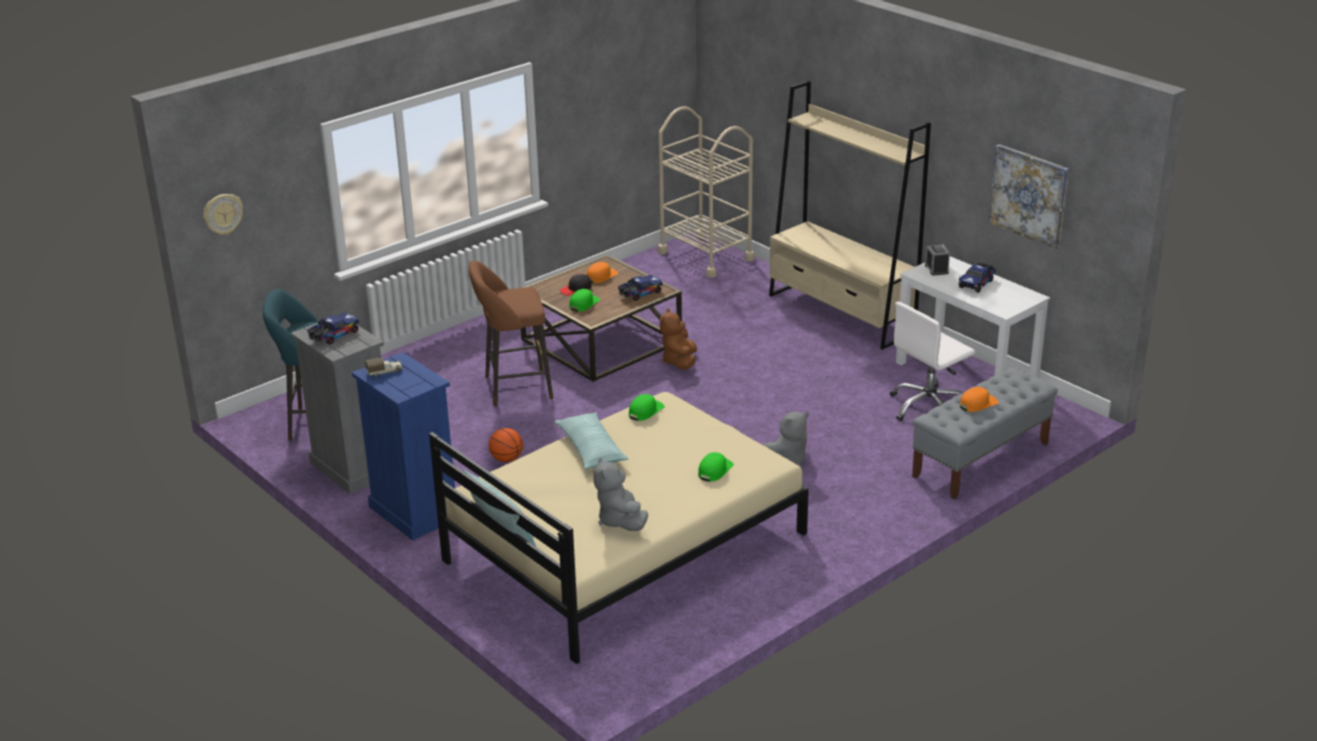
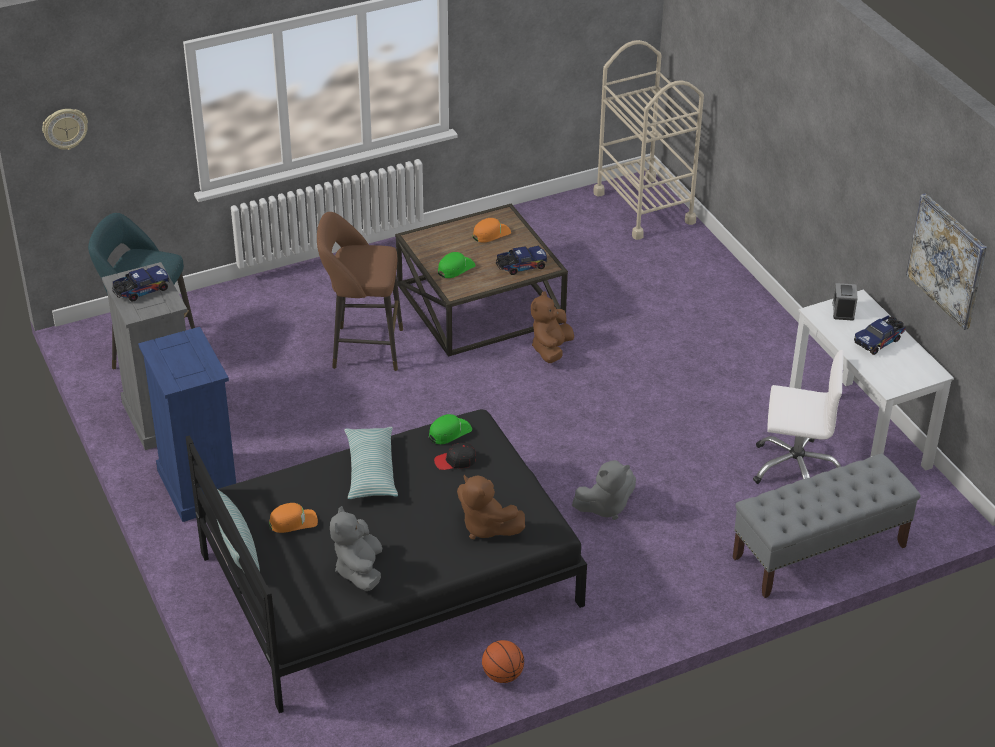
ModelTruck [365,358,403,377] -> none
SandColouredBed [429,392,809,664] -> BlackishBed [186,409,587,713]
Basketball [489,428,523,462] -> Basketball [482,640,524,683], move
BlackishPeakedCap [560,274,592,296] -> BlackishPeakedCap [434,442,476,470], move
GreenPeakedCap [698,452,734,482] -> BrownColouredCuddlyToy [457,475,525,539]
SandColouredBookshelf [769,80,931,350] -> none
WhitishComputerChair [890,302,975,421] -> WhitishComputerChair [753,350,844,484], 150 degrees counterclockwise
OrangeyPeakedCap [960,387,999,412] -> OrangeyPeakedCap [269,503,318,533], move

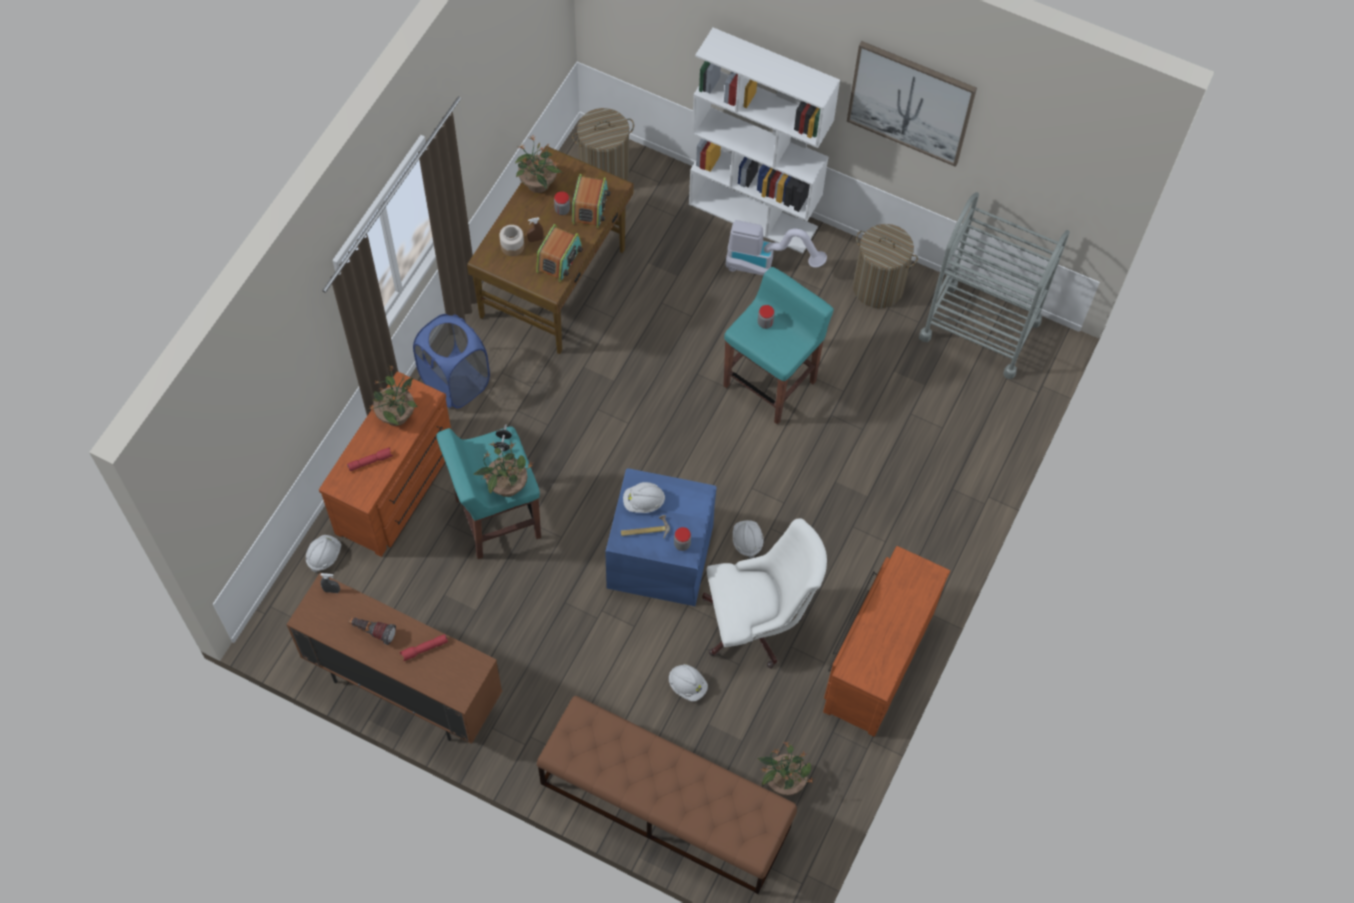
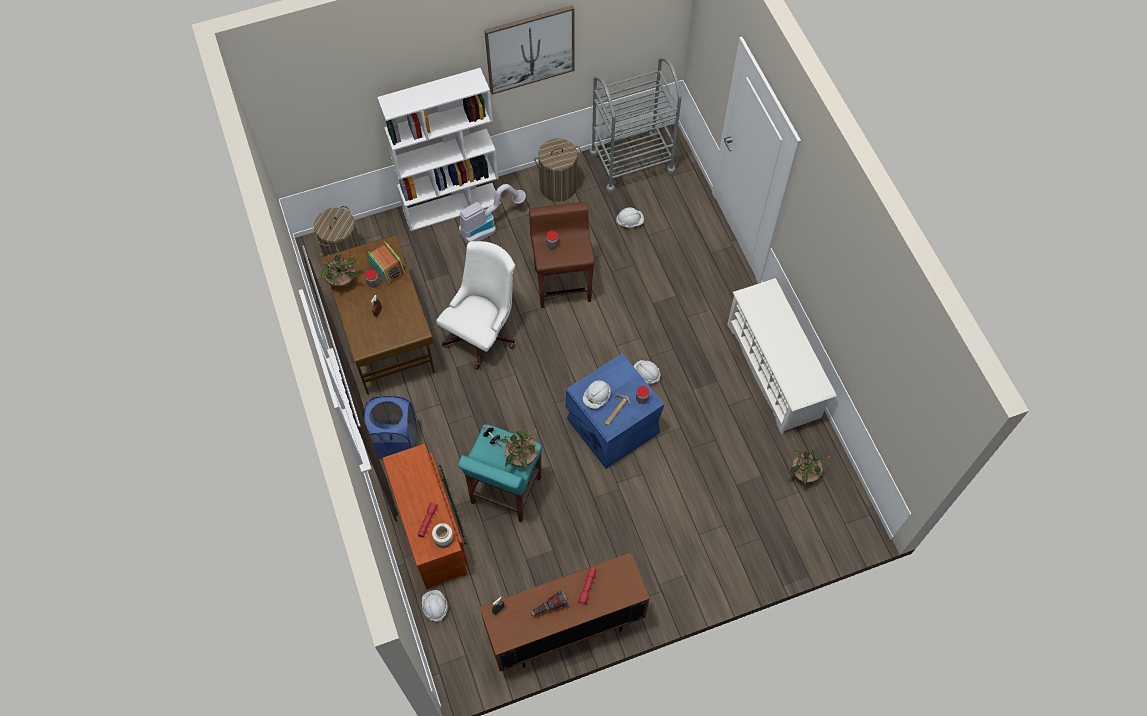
Houseplant [369,365,418,426] -> none
Jar [499,225,524,256] -> Jar [432,523,454,548], move
RadioReceiver [536,224,583,282] -> none
BrownColouredIndoorBench [537,696,797,894] -> none
WhitishSafetyHelmet [669,664,708,701] -> WhitishSafetyHelmet [616,207,644,227], move
WhitishComputerChair [702,518,827,668] -> WhitishComputerChair [436,241,515,370], move
BlueGreenStool [724,267,834,424] -> BrownColouredStool [529,202,594,308]
BrownColouredDresser [823,546,950,737] -> WhitishShoeShelf [727,278,837,434]

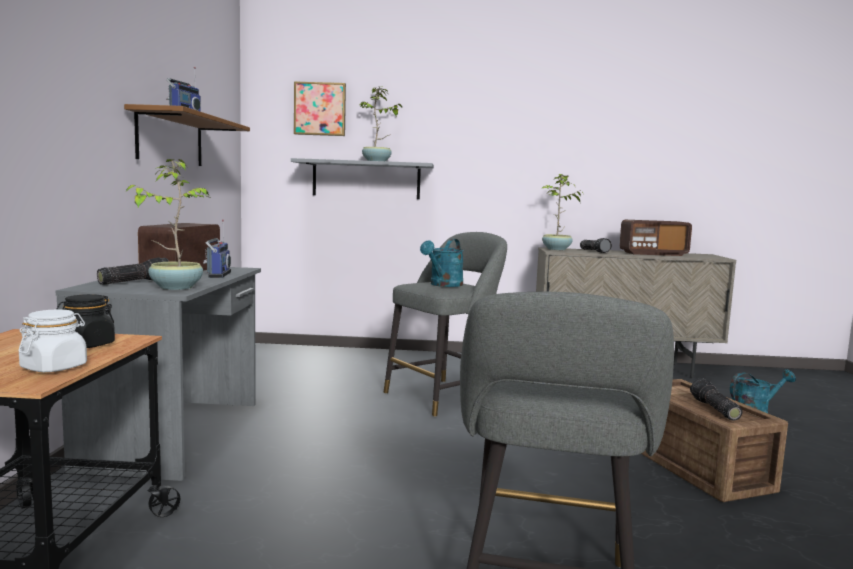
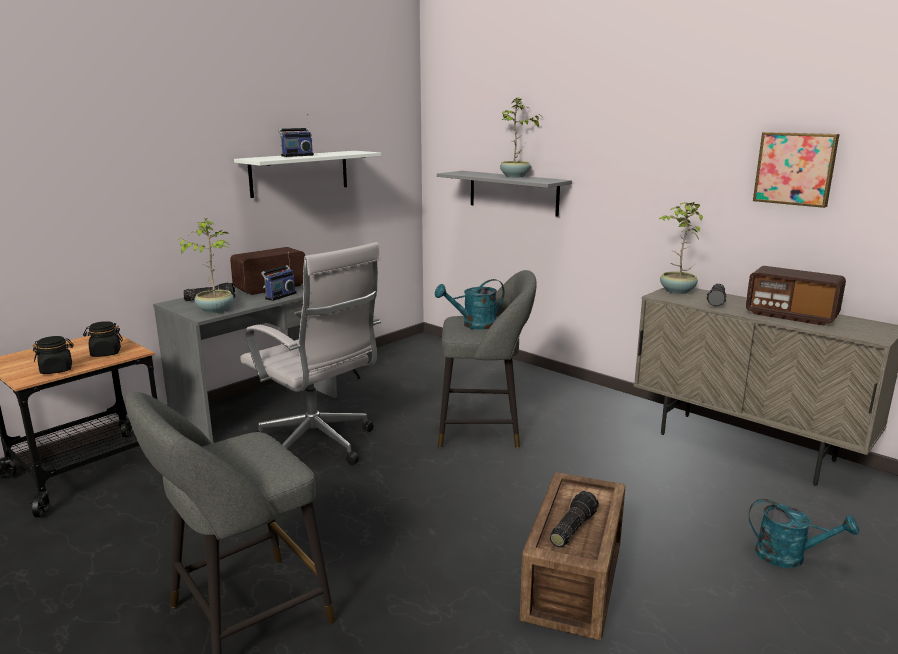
WhitishJar [19,309,87,372] -> BlackishJar [33,336,74,374]
BrownColouredBracketShelf [124,104,250,166] -> WhitishBracketShelf [234,151,381,198]
Picture [294,81,346,136] -> Picture [753,132,840,208], move
none -> WhitishComputerChair [240,242,381,465]

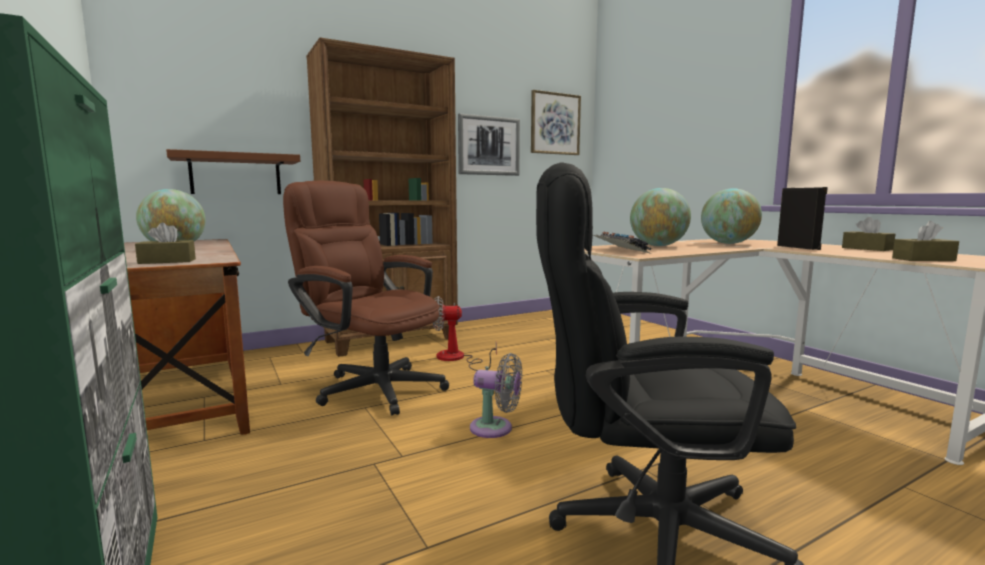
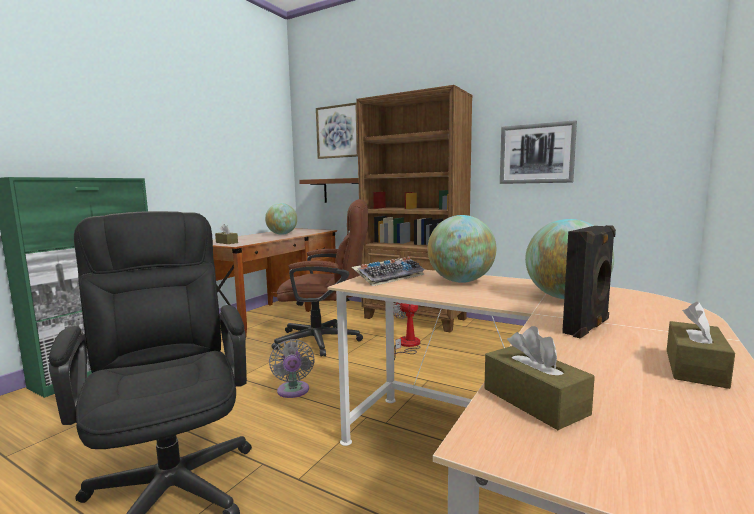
BrownColouredComputerChair [283,181,449,416] -> BrownColouredComputerChair [271,199,368,357], 90 degrees clockwise
Picture [531,90,581,155] -> Picture [316,102,358,159], move

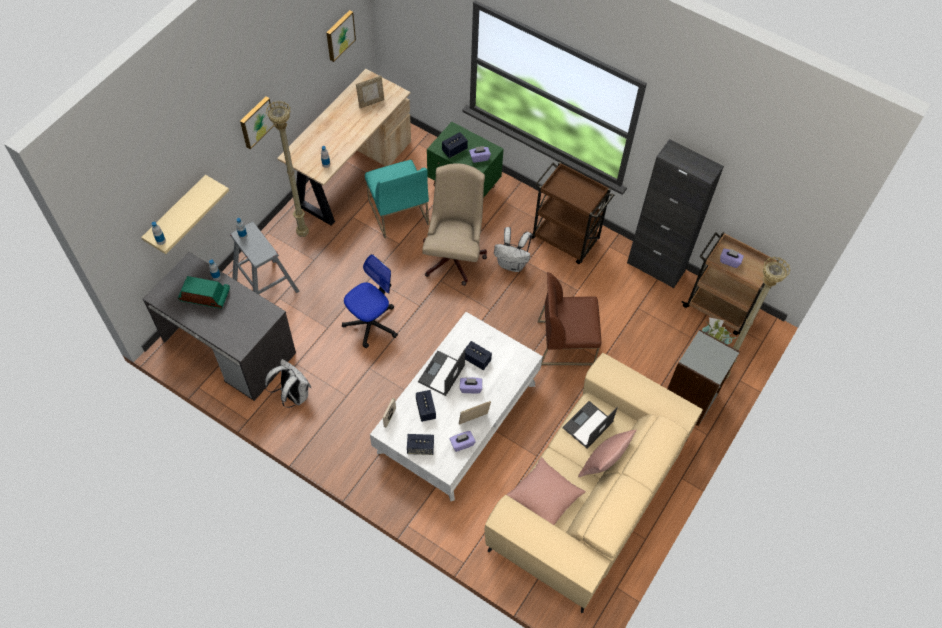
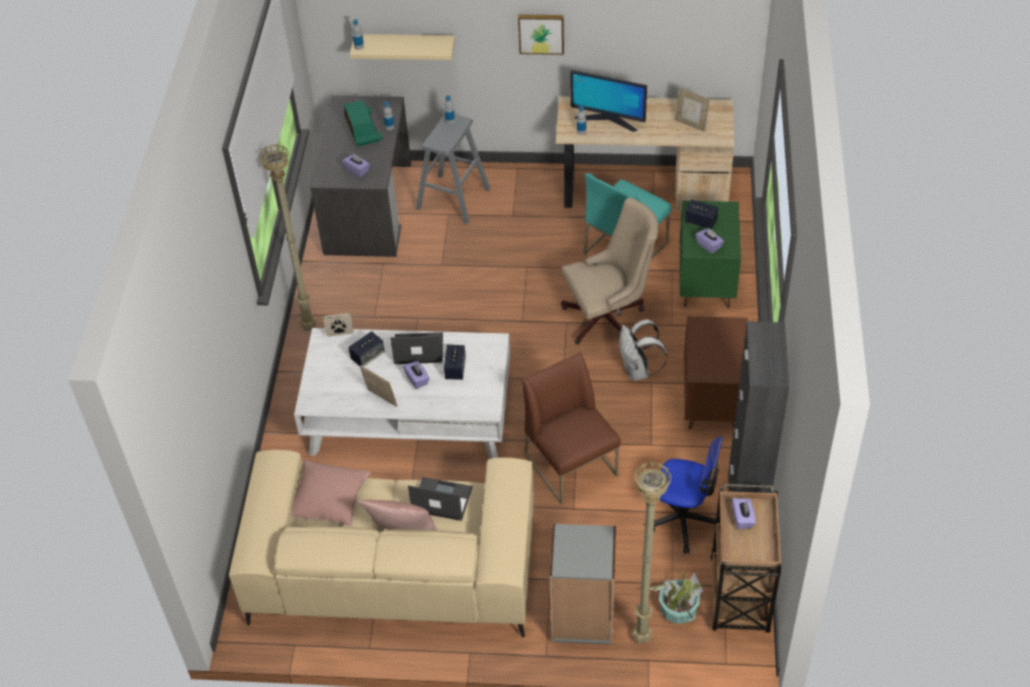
WhitishKnapsack [265,359,311,408] -> none
SandColouredStandingLamp [266,101,309,237] -> SandColouredStandingLamp [258,144,316,331], move
Picture [326,10,356,62] -> none
ComputerChair [342,254,398,348] -> ComputerChair [653,436,723,554], move
Loudspeaker [407,434,434,455] -> none
PurpleColouredBoxOfTissues [450,431,476,452] -> PurpleColouredBoxOfTissues [342,153,370,177], move
BrownColouredTrolley [531,162,614,264] -> BrownColouredNightTable [683,316,748,429]
none -> ComputerDisplay [570,70,647,132]

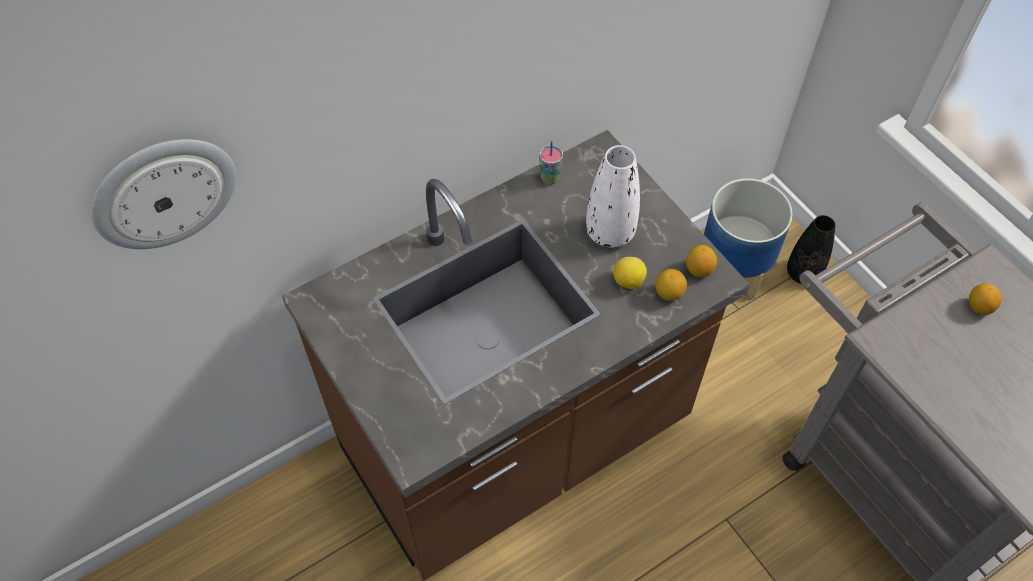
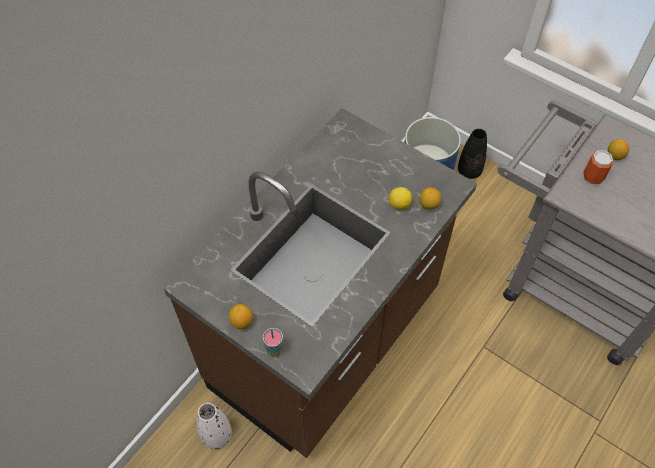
WallClock [91,139,236,249] -> none
SmallCup [539,141,563,185] -> SmallCup [263,328,283,357], move
WhitishDecorativeVase [586,145,640,247] -> WhitishDecorativeVase [197,403,232,449], move
CitrusFruit [686,245,717,277] -> CitrusFruit [229,304,253,329], move
none -> SealedCan [583,150,613,184]

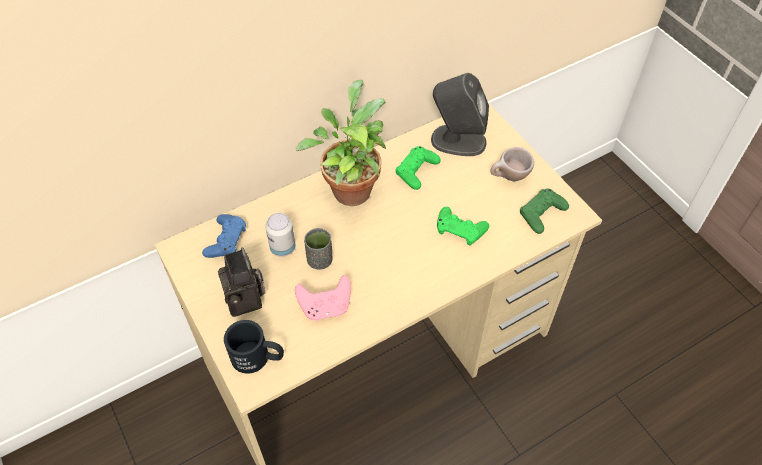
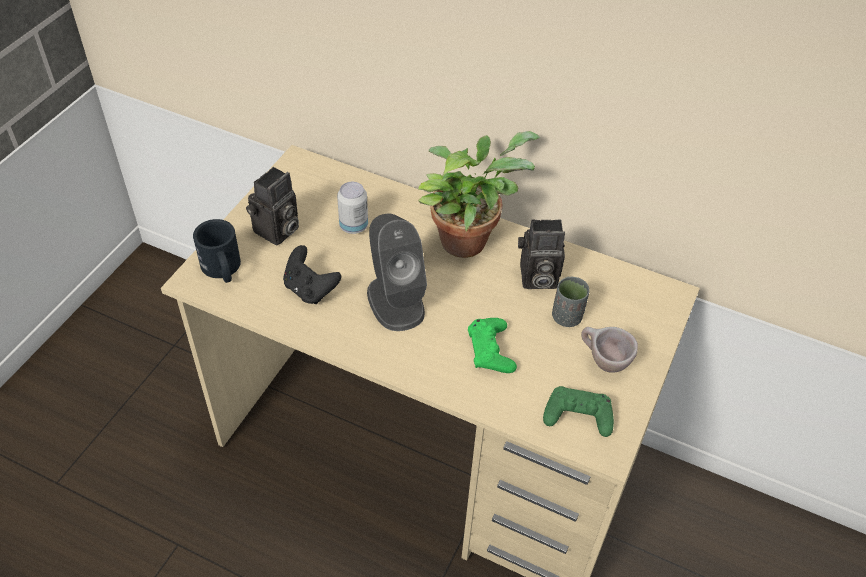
BlueJoypad [202,214,246,258] -> none
PinkJoypad [295,275,351,321] -> BlackishJoypad [283,245,341,304]
GreySmallCup [304,228,332,270] -> GreySmallCup [552,277,590,327], move
GreenJoypad [395,146,441,190] -> PhotoCamera [518,219,565,289]
GreyLoudspeaker [431,73,489,156] -> GreyLoudspeaker [367,214,427,331], move

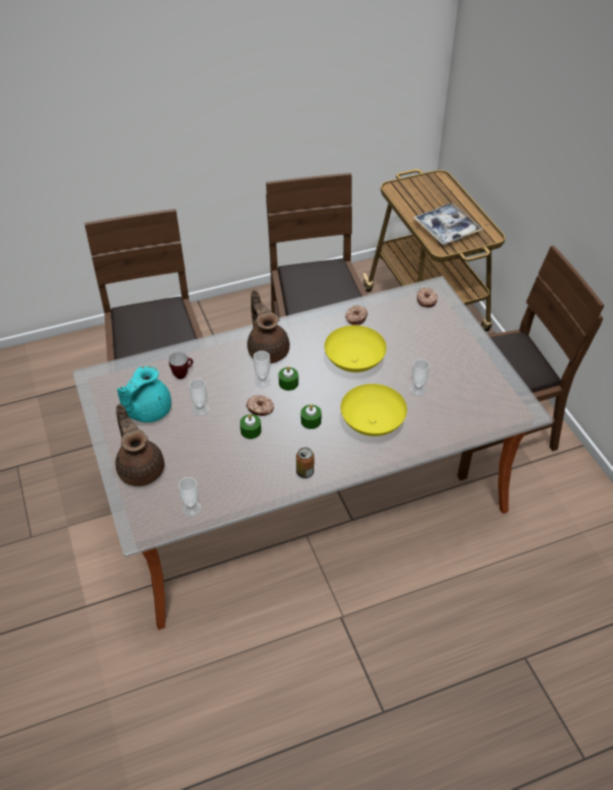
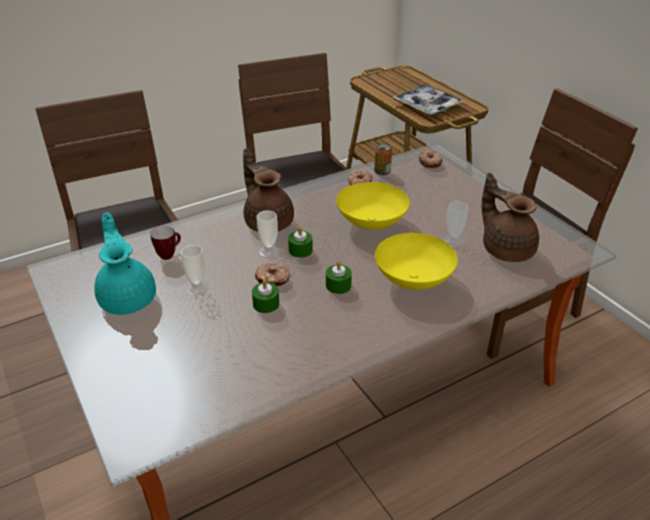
BrownColouredPotForTea [115,404,164,486] -> BrownColouredPotForTea [481,173,539,262], move
BlueGreenPotForTea [117,365,171,423] -> BlueGreenPotForTea [94,213,156,315], 135 degrees clockwise
SmallCup [178,477,201,517] -> none
SealedCan [296,447,314,478] -> SealedCan [374,144,392,176], move

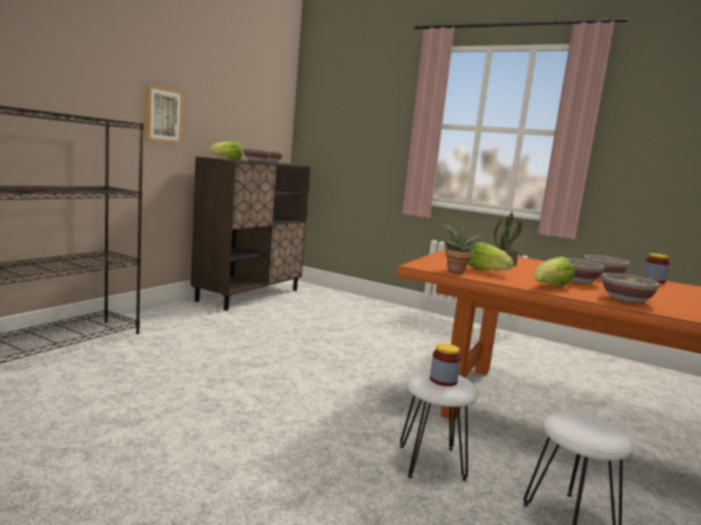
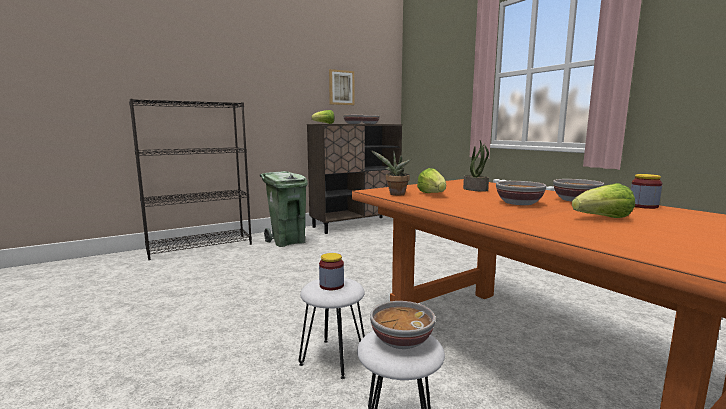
Picture [145,84,183,144] -> Picture [329,69,354,105], move
HeadOfLettuce [534,256,574,286] -> HeadOfLettuce [572,183,635,218], move
DeepDish [603,273,660,303] -> DeepDish [370,301,435,349], move
none -> GreenRubbishBin [259,171,308,247]

